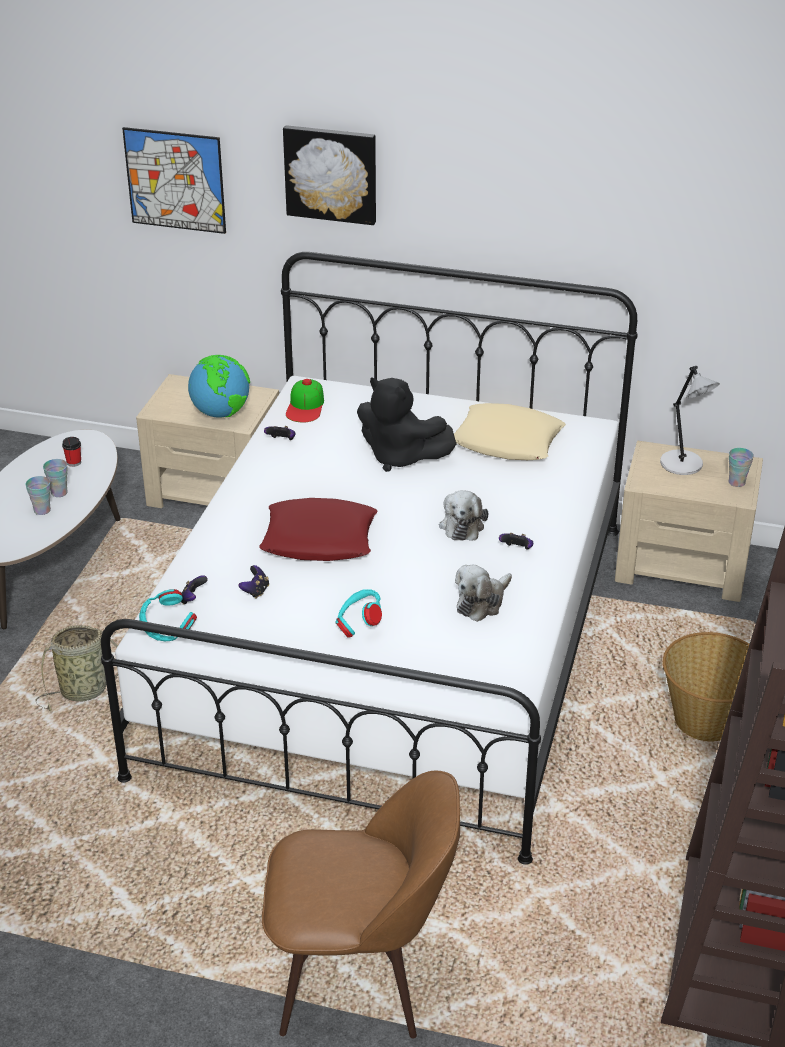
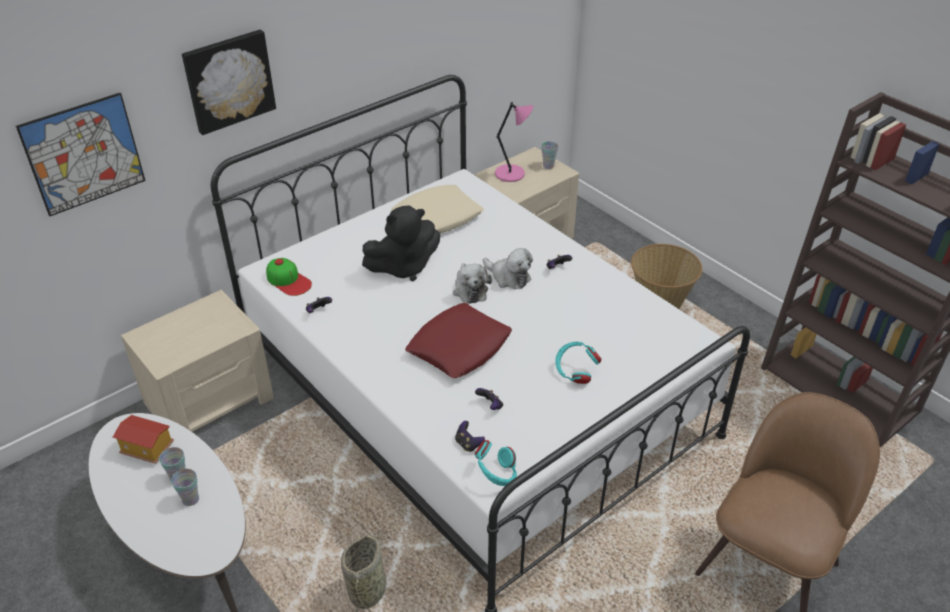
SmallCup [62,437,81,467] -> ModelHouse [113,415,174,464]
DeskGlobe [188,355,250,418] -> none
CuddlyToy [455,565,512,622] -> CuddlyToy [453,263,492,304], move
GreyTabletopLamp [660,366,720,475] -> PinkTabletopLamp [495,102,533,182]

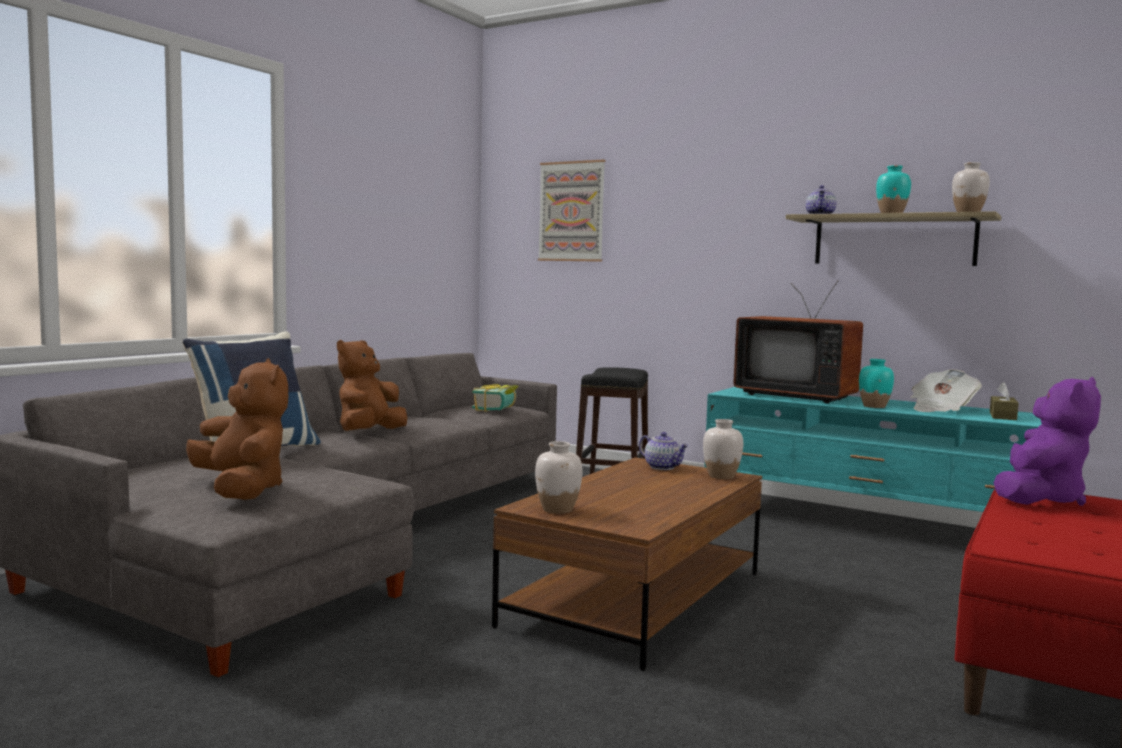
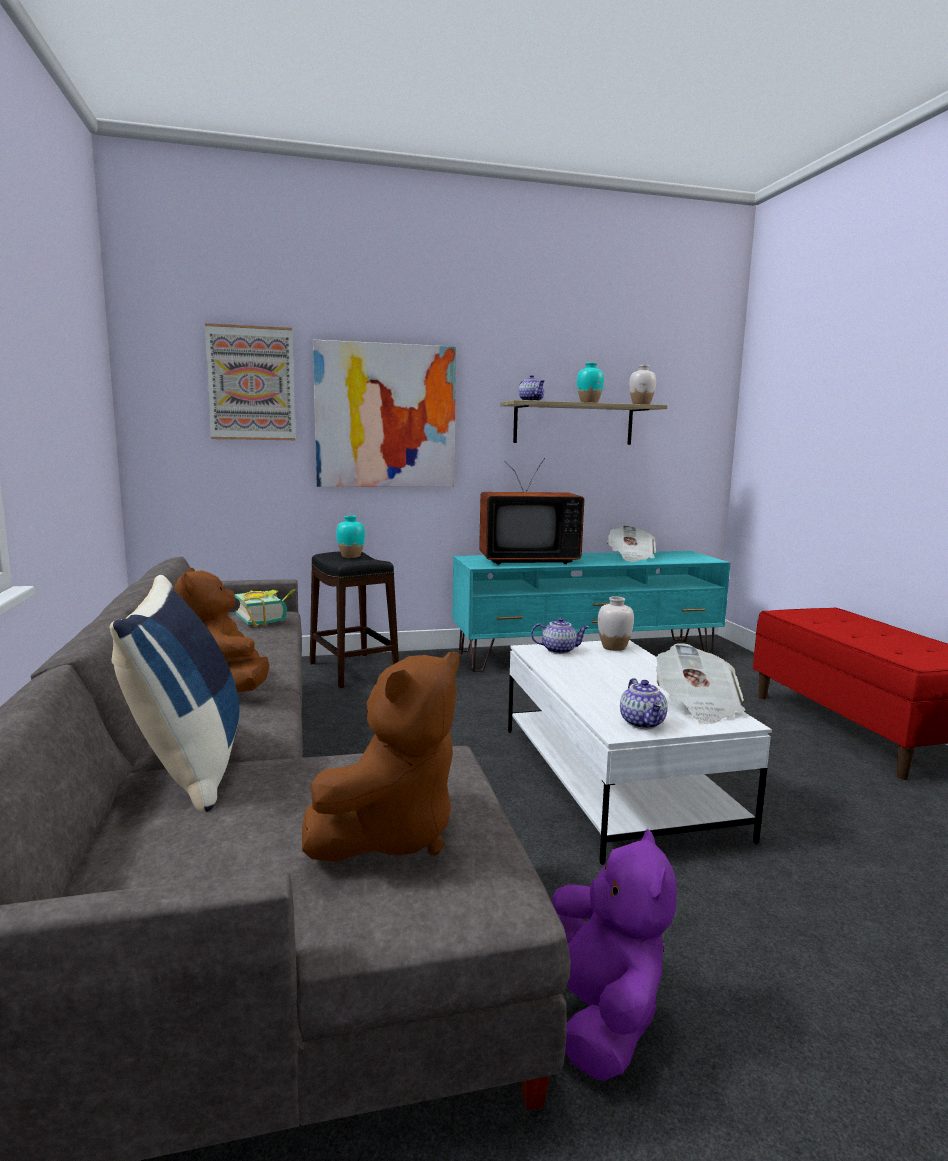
BrownColouredCuddlyToy [186,358,288,500] -> BrownColouredCuddlyToy [302,651,459,862], 120 degrees clockwise
BrownColouredLowTable [492,457,762,671] -> WhitishLowTable [508,640,772,865]
WhitishDecorativeVase [535,441,583,514] -> PotForTea [620,678,668,729]
BlueGreenDecorativeVase [859,359,894,408] -> BlueGreenDecorativeVase [336,515,365,558], move
BrownColouredBoxOfTissues [990,382,1019,420] -> none
PurpleColouredCuddlyToy [994,377,1101,506] -> PurpleColouredCuddlyToy [552,829,677,1081], move
none -> Picture [313,340,456,487]
none -> Newspaper [656,643,745,724]

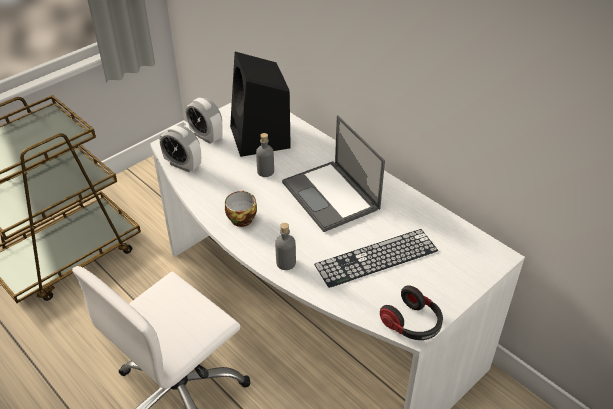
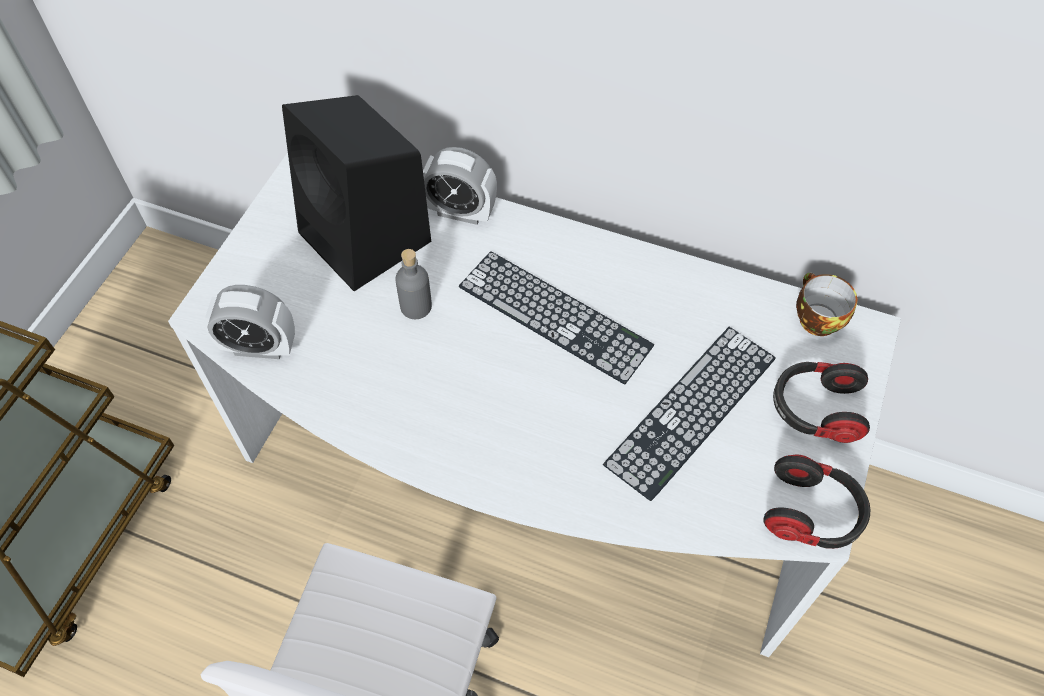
TableClock [186,98,223,144] -> TableClock [423,147,497,225], move
SmallCup [225,191,257,227] -> SmallCup [796,273,857,336], move
GreyBeverageBottle [275,223,296,270] -> none
NotebookComputer [282,115,385,232] -> ComputerKeyboard [459,251,654,384]
none -> Headphones [773,362,870,443]

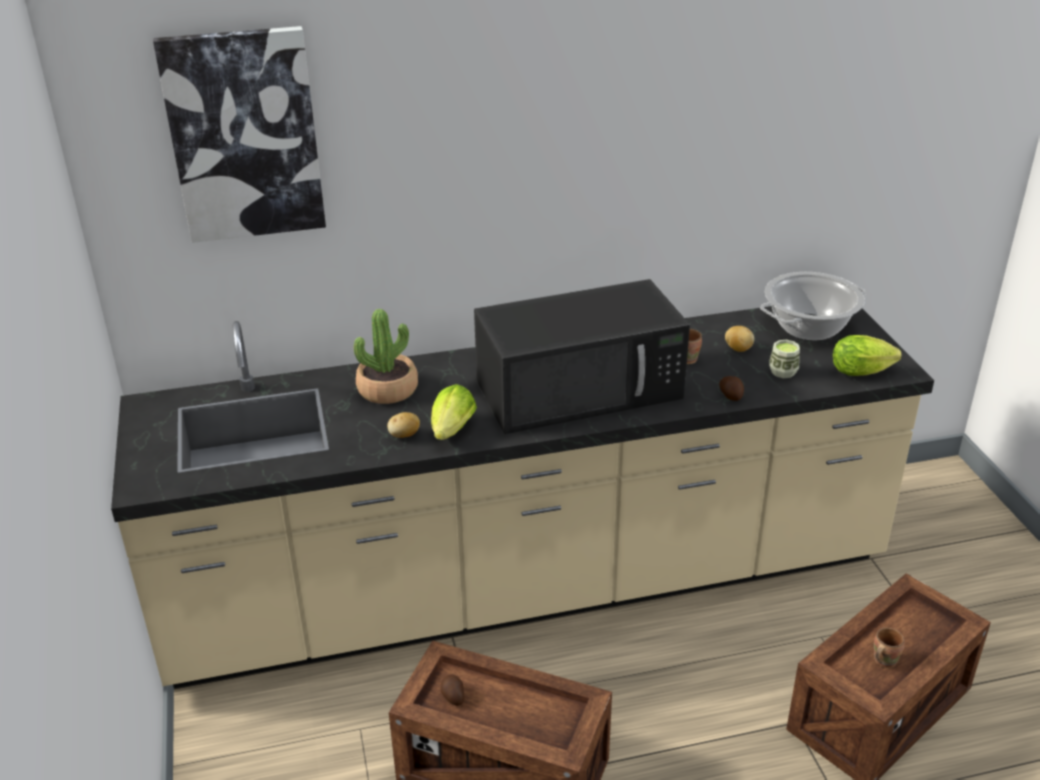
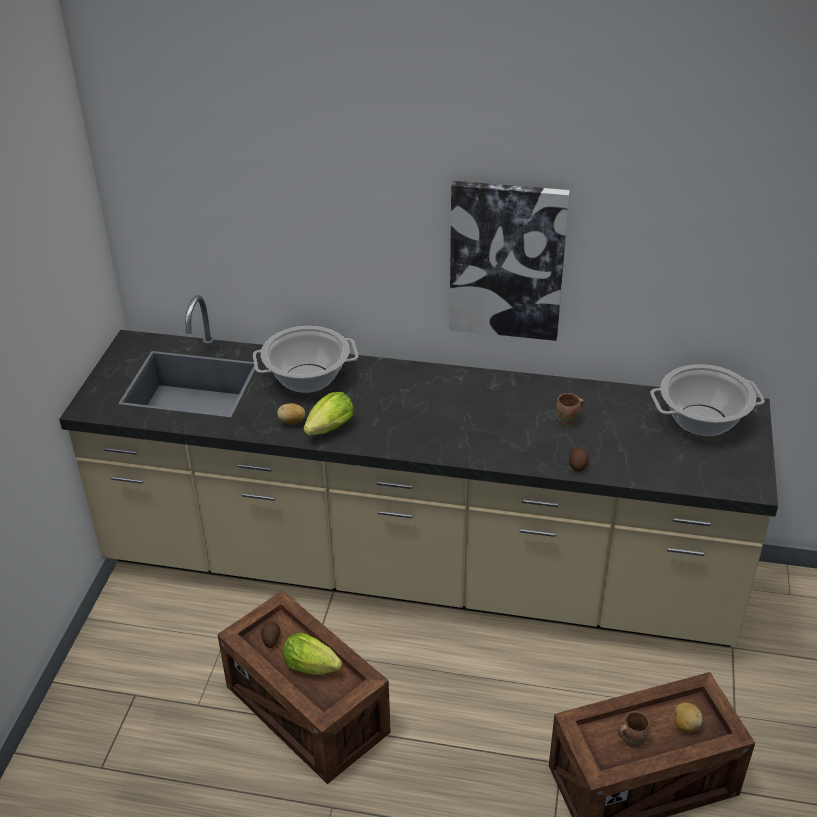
Picture [153,26,326,243] -> Picture [450,181,570,341], move
Houseplant [354,309,418,404] -> CookingPot [253,326,358,393]
BlackishMicrowave [474,279,690,434] -> none
Potato [725,326,754,352] -> Potato [675,703,703,732], move
SmallCup [769,340,800,378] -> none
HeadOfLettuce [833,335,902,376] -> HeadOfLettuce [283,633,342,675], move

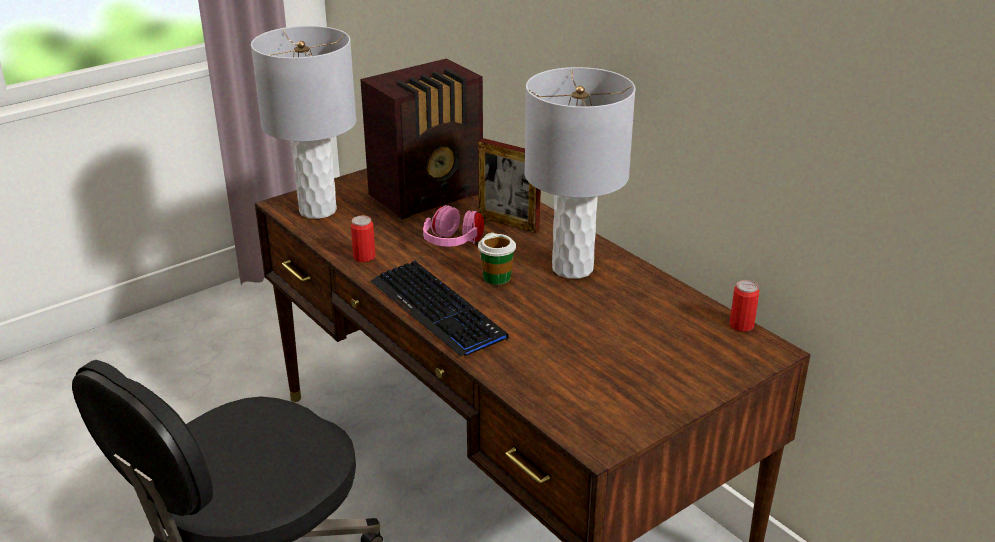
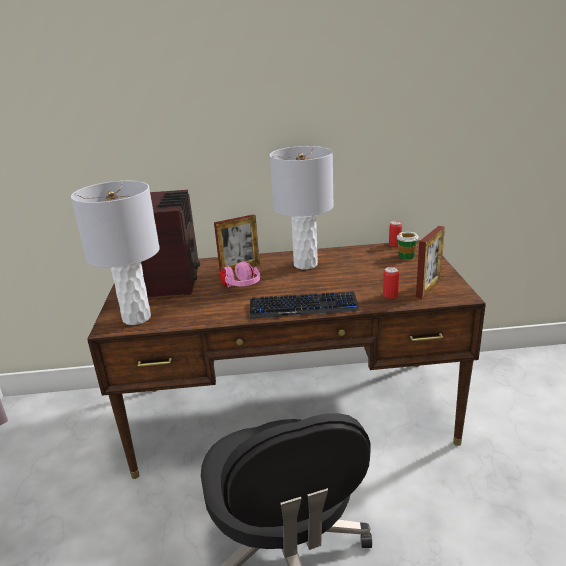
SealedCan [351,216,376,262] -> SealedCan [383,267,399,299], move
SmallCup [478,233,516,285] -> SmallCup [397,232,419,260], move
none -> PictureFrame [416,226,445,299]

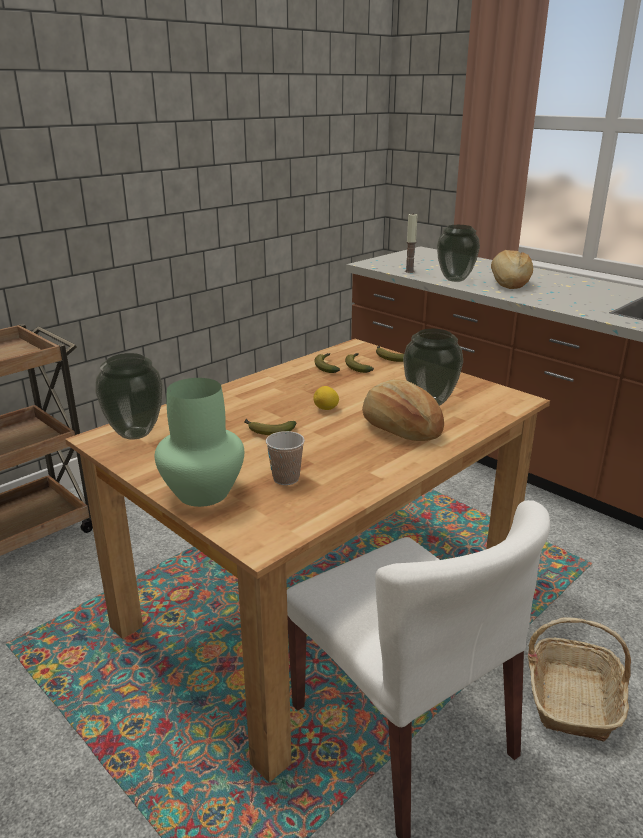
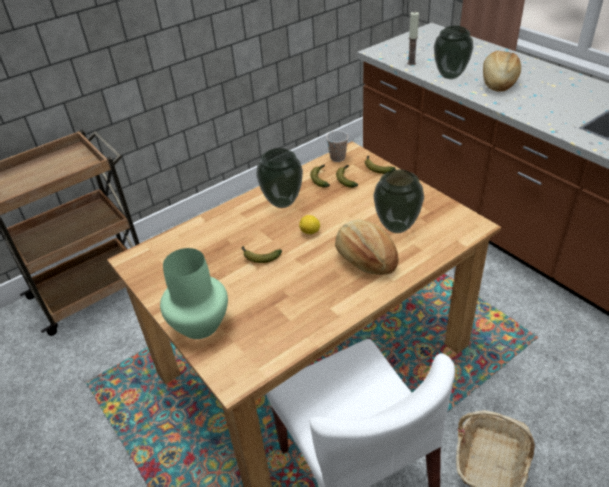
DecorativeVase [95,353,163,440] -> DecorativeVase [256,148,303,208], move
SmallCup [266,431,305,485] -> SmallCup [326,131,348,162], move

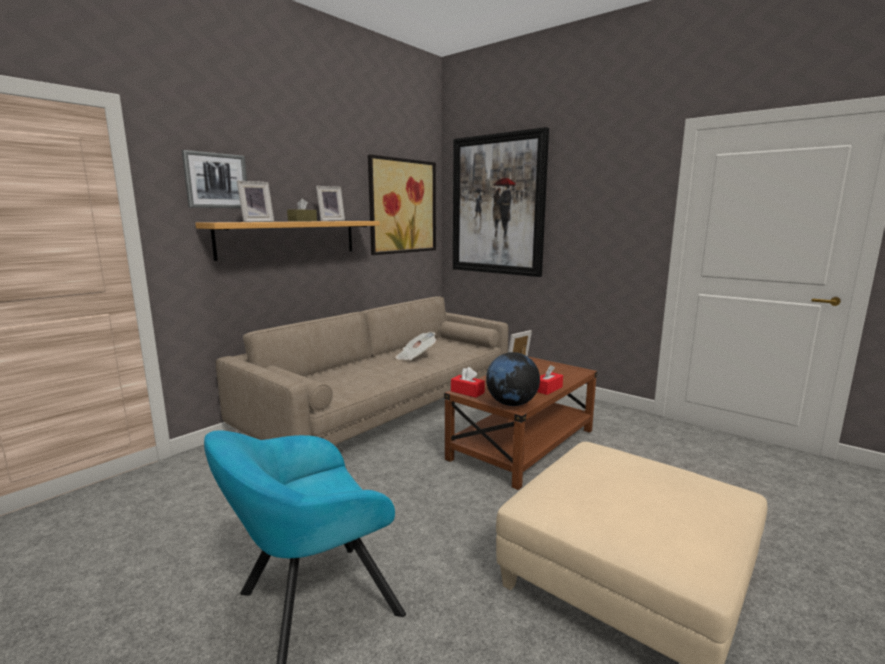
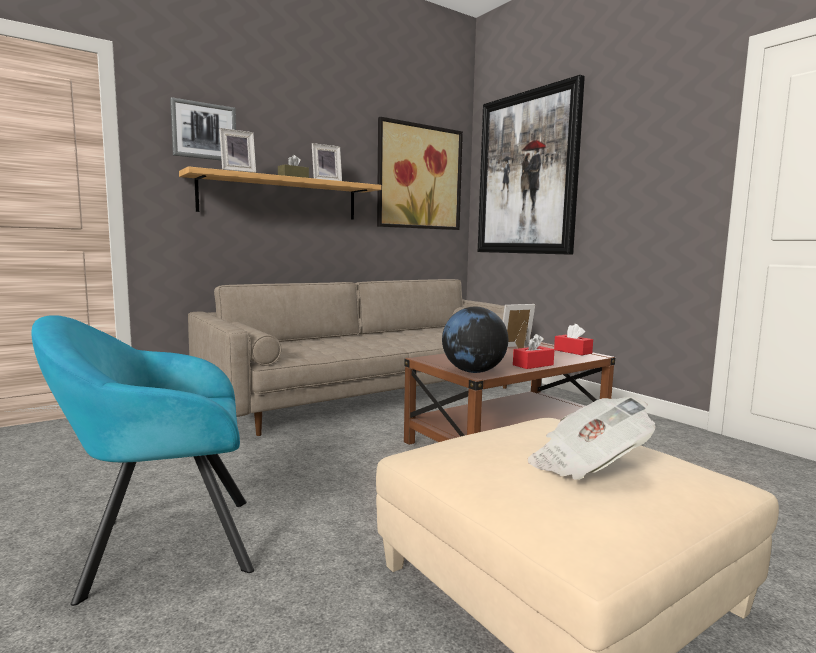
Newspaper [395,332,436,360] -> Newspaper [527,397,655,480], move
ReddishBoxOfTissues [451,367,485,398] -> ReddishBoxOfTissues [554,324,593,355], move

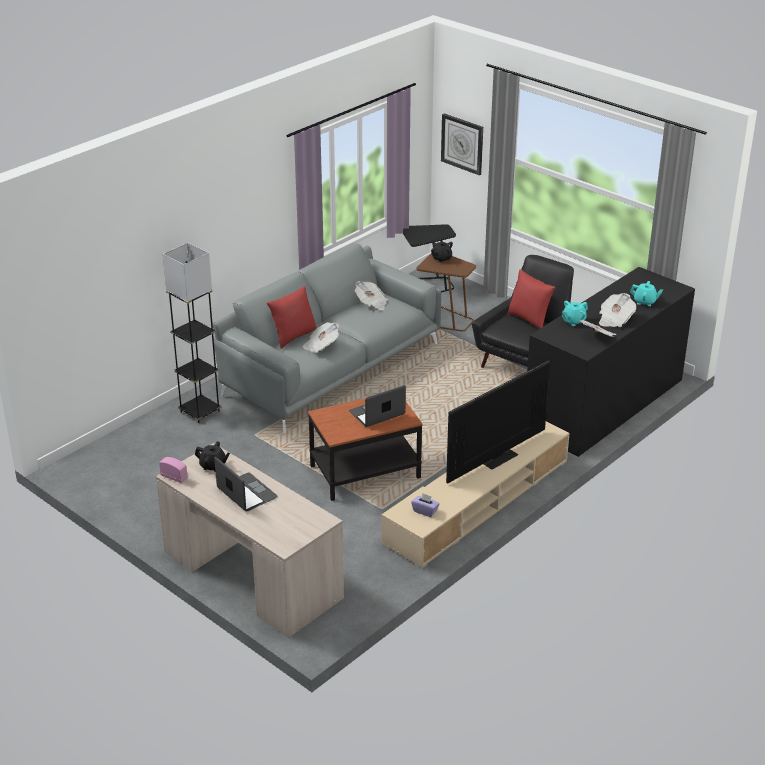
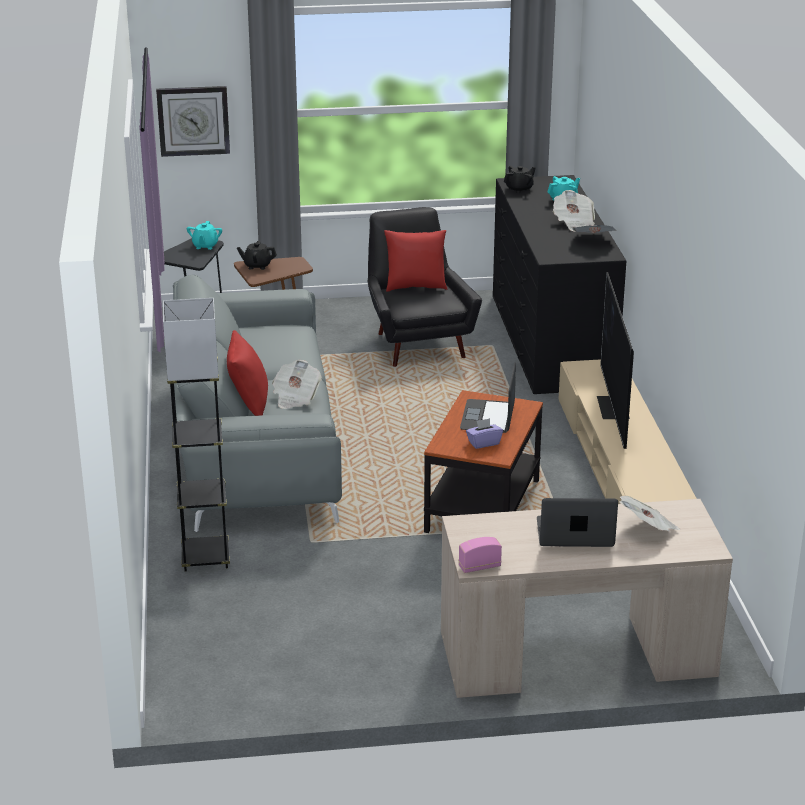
BlackishPotForTea [195,441,230,472] -> BlackishPotForTea [504,166,536,193], move
Newspaper [355,281,388,310] -> Newspaper [619,496,681,532], move
PurpleColouredBoxOfTissues [411,493,439,517] -> PurpleColouredBoxOfTissues [466,418,503,449], move
BlueGreenPotForTea [562,301,588,326] -> BlueGreenPotForTea [187,221,222,250], move

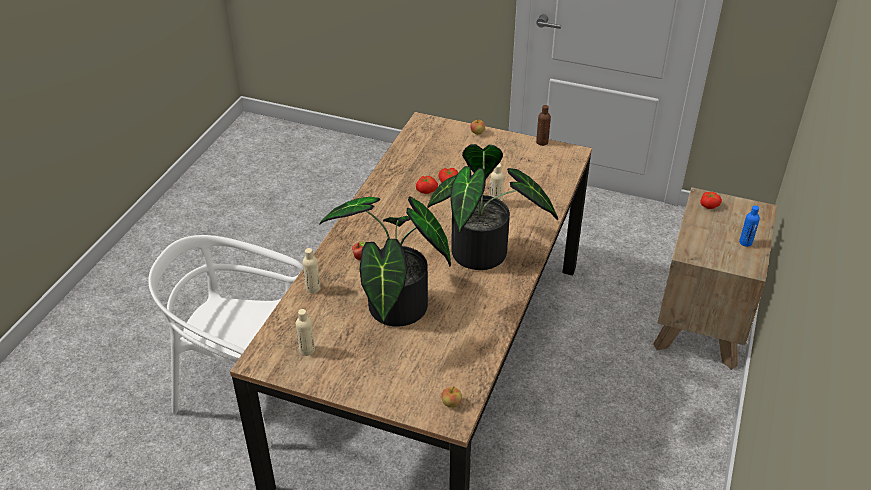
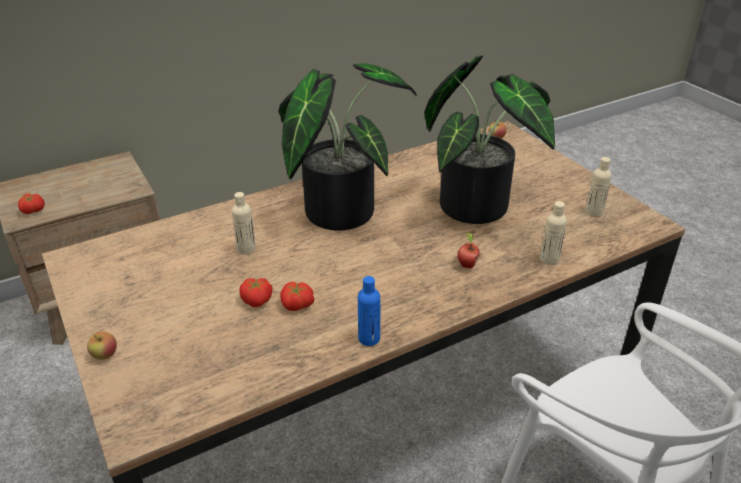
BrownColouredBeverageBottle [536,105,551,146] -> none
BlueBeverageBottle [739,206,760,247] -> BlueBeverageBottle [358,276,380,346], move

